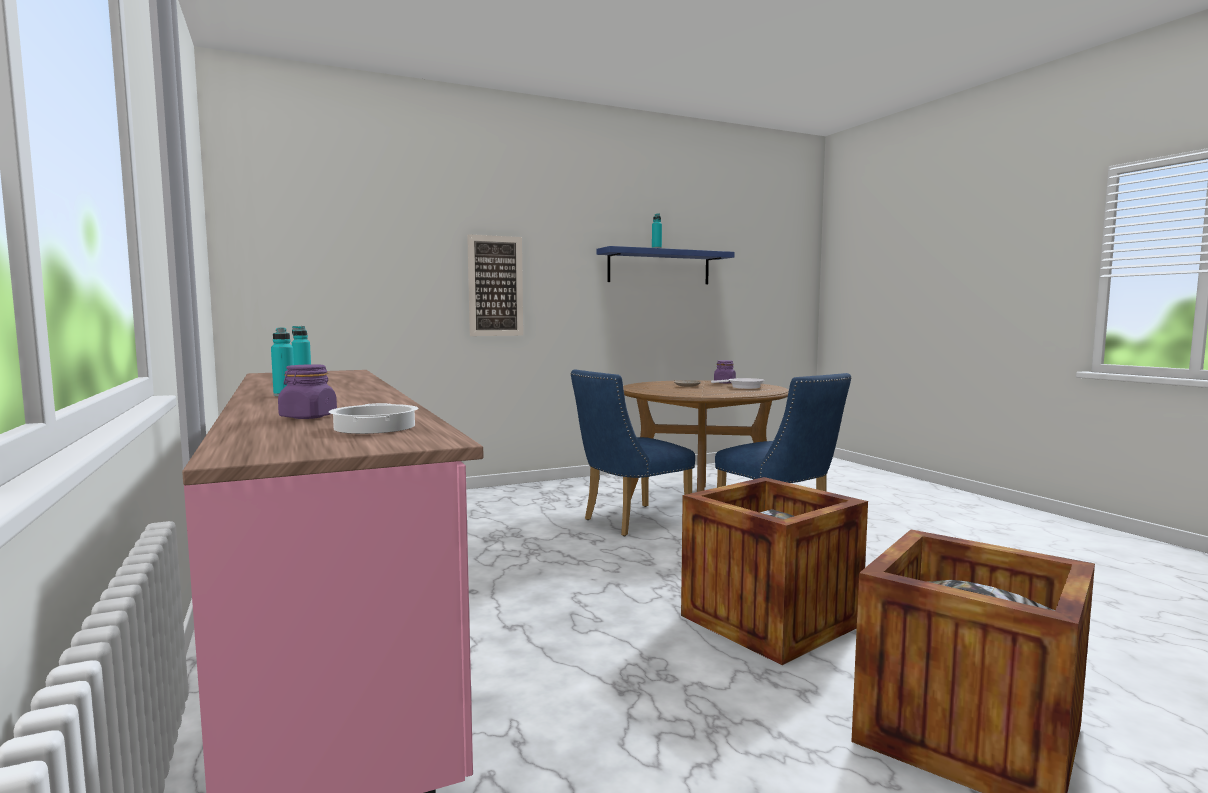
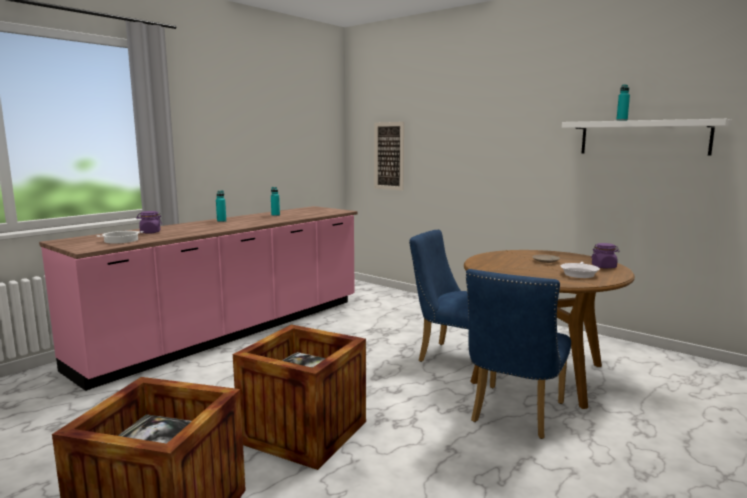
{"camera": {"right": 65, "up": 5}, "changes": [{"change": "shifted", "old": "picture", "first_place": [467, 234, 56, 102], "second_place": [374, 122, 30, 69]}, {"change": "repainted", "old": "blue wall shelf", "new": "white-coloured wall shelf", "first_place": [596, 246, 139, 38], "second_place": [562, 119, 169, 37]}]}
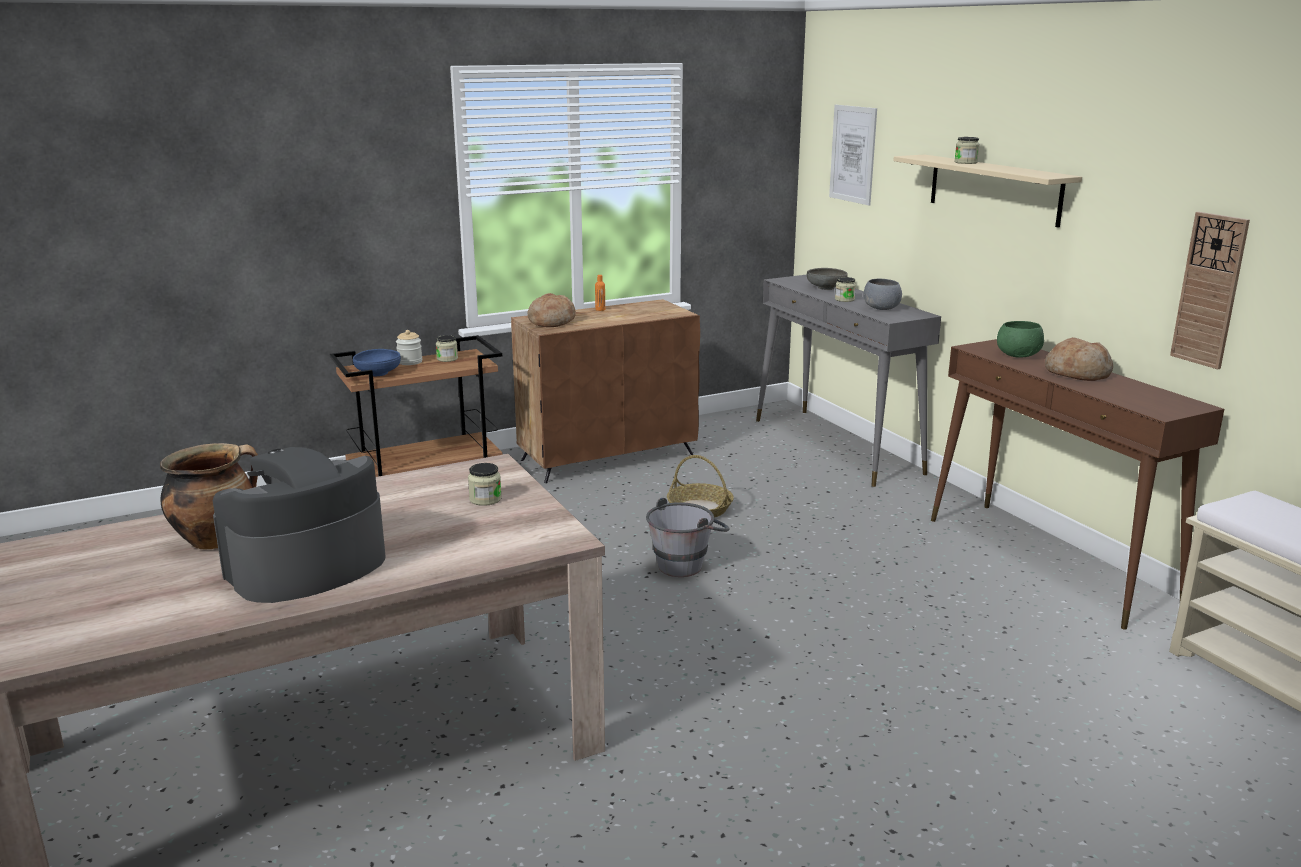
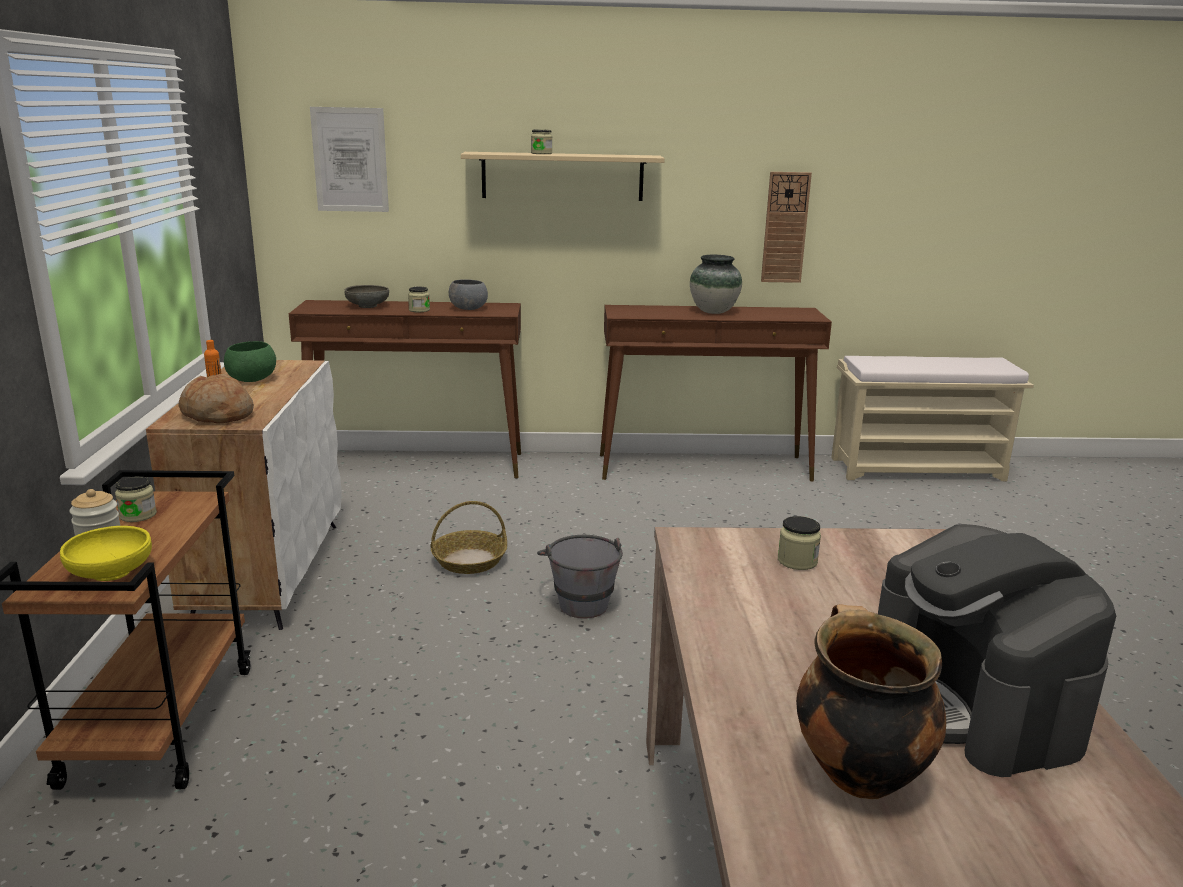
{"camera": {"right": -65, "up": 0}, "changes": [{"change": "shifted", "old": "greenish serving bowl", "first_place": [997, 321, 47, 36], "second_place": [224, 341, 52, 41]}, {"change": "swapped", "old": "baked bread", "new": "decorative vase", "first_place": [1045, 337, 68, 44], "second_place": [690, 255, 52, 59]}, {"change": "repainted", "old": "blue serving bowl", "new": "yellowish serving bowl", "first_place": [353, 349, 48, 27], "second_place": [60, 526, 92, 55]}, {"change": "repainted", "old": "brownish cabinet", "new": "white-coloured cabinet", "first_place": [511, 299, 189, 184], "second_place": [146, 360, 196, 270]}, {"change": "repainted", "old": "grey hall table", "new": "brownish hall table", "first_place": [756, 275, 185, 212], "second_place": [289, 300, 232, 178]}]}
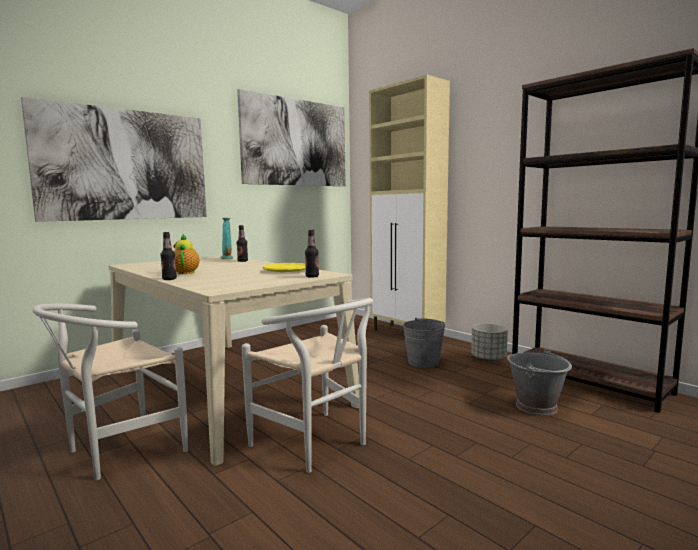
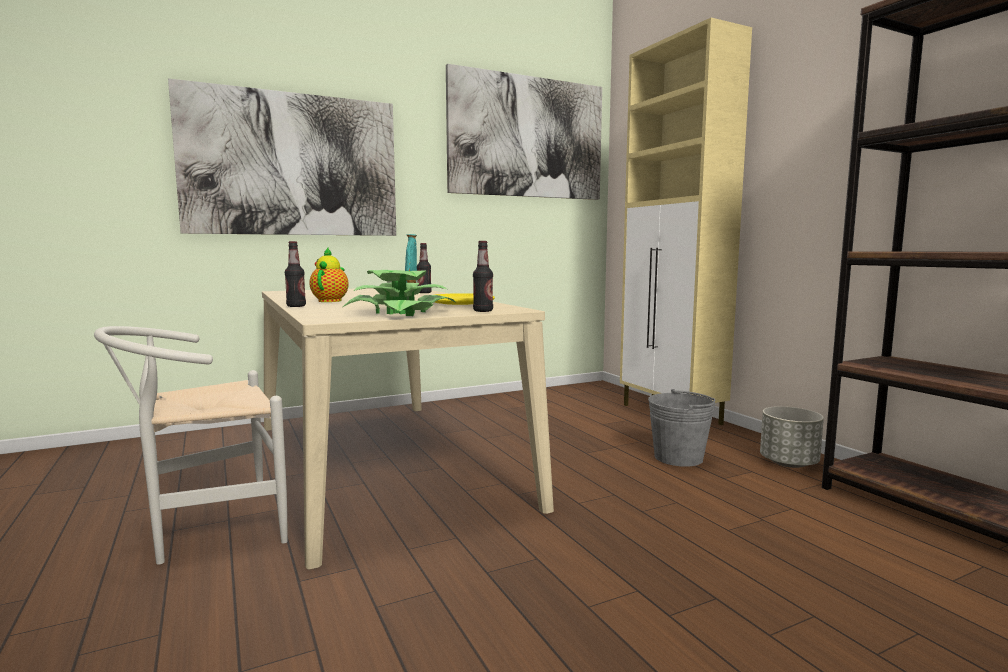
{"camera": {"right": 15, "up": 0}, "changes": [{"change": "gone", "old": "white-coloured plain chair", "first_place": [242, 298, 131, 175]}, {"change": "gone", "old": "grey pail", "first_place": [507, 348, 65, 68]}, {"change": "new", "new": "potted plant", "second_place": [343, 270, 113, 46]}]}
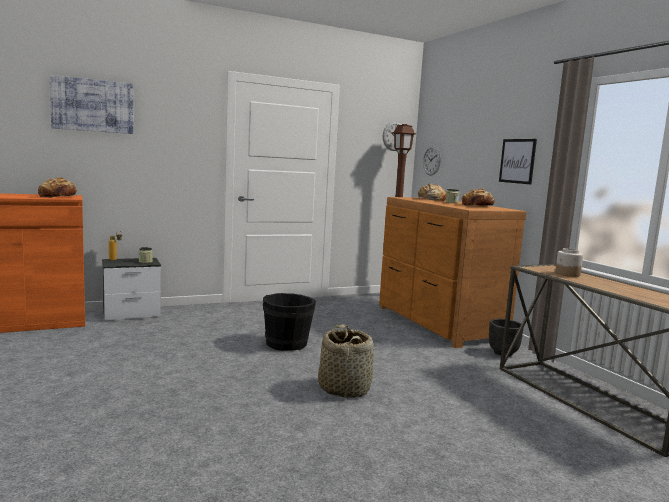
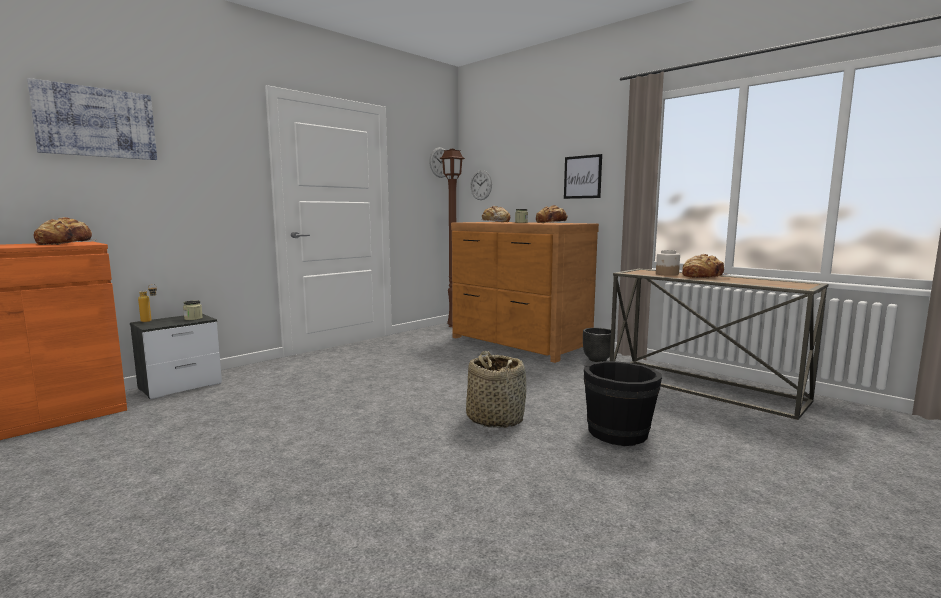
{"camera": {"right": -20, "up": 0}, "changes": [{"change": "new", "new": "baked bread", "second_place": [682, 254, 48, 25]}, {"change": "shifted", "old": "black-coloured pail", "first_place": [263, 293, 53, 58], "second_place": [584, 361, 78, 85]}]}
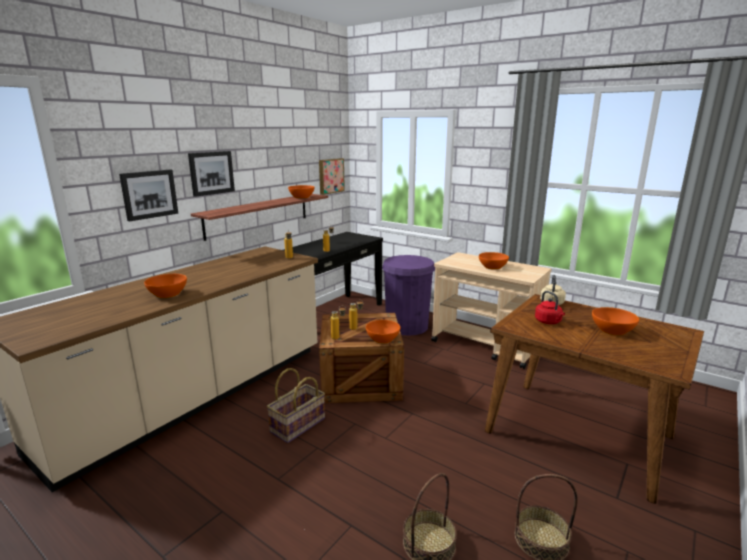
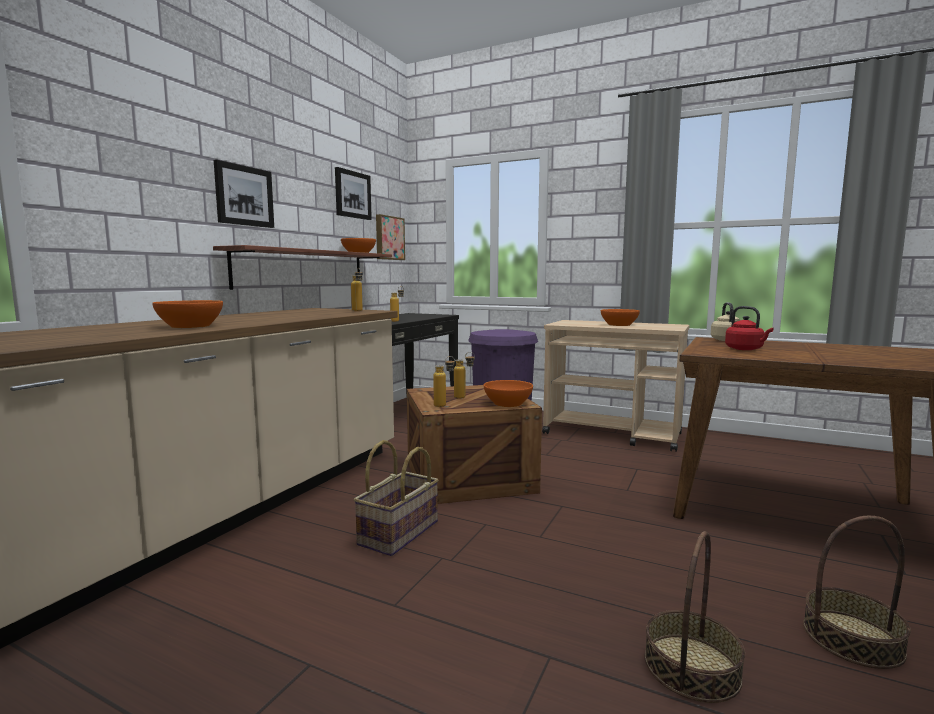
{"camera": {"right": -10, "up": -10}, "changes": [{"change": "gone", "old": "orange-coloured serving bowl", "first_place": [592, 307, 47, 28]}, {"change": "shifted", "old": "picture", "first_place": [119, 170, 59, 51], "second_place": [335, 167, 37, 53]}]}
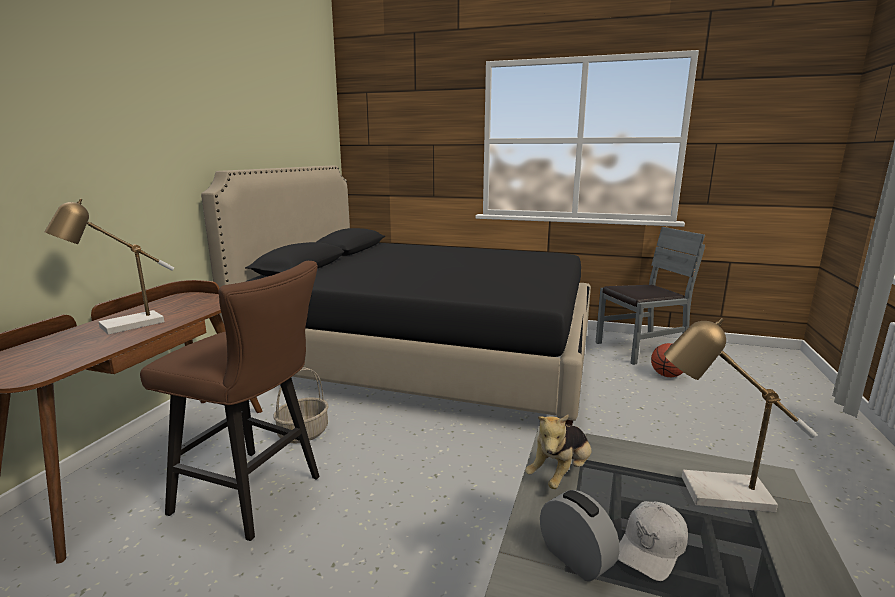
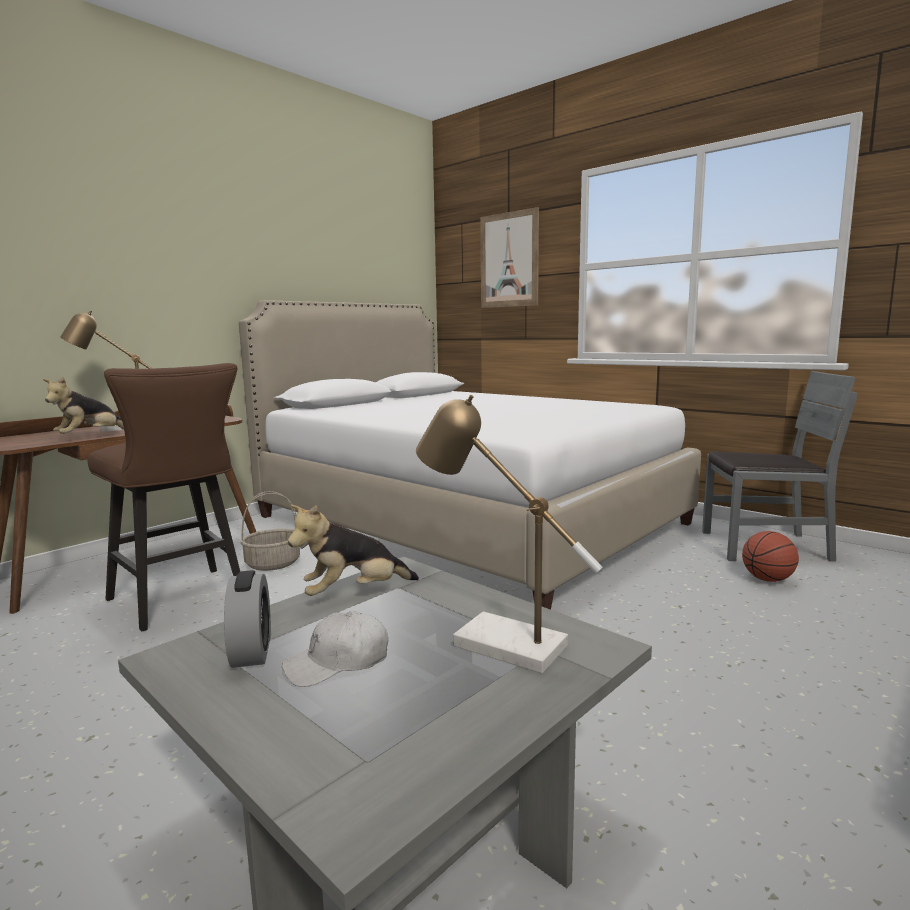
{"camera": {"right": 25, "up": -5}, "changes": [{"change": "new", "new": "plush toy", "second_place": [43, 377, 81, 57]}, {"change": "new", "new": "picture", "second_place": [480, 207, 59, 101]}, {"change": "repainted", "old": "black-coloured sleeping bed", "new": "white-coloured sleeping bed", "first_place": [201, 166, 390, 259], "second_place": [239, 300, 462, 310]}]}
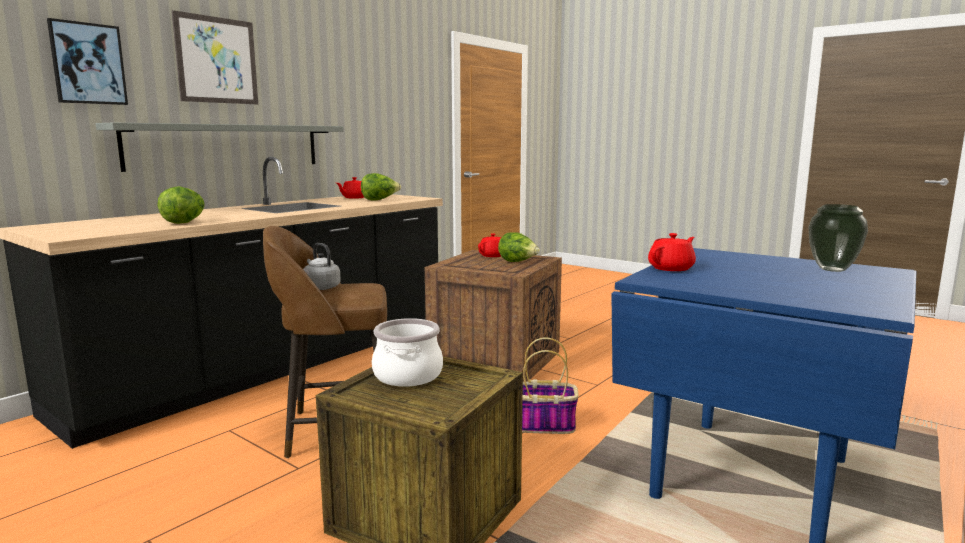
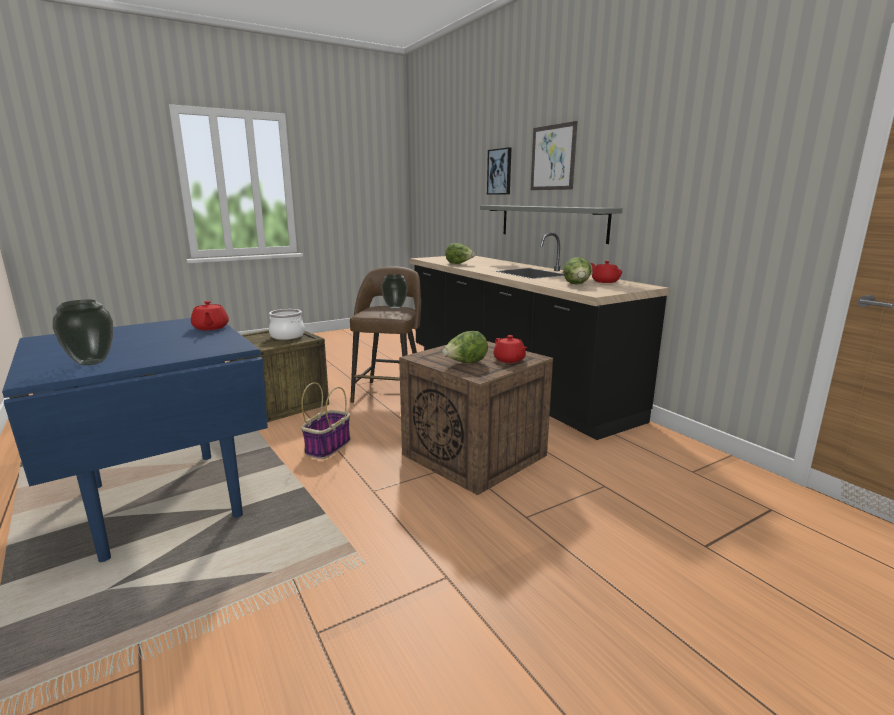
{"camera": {"right": 110, "up": 5}, "changes": [{"change": "swapped", "old": "grey water kettle", "new": "decorative vase", "first_place": [303, 243, 38, 47], "second_place": [381, 274, 27, 35]}]}
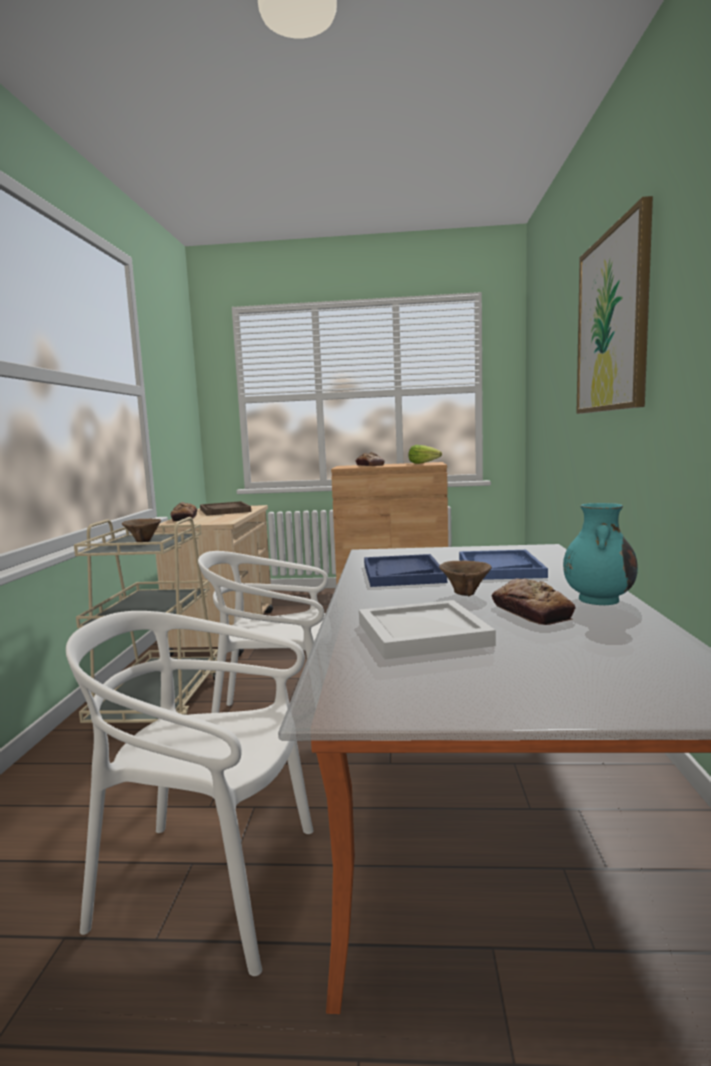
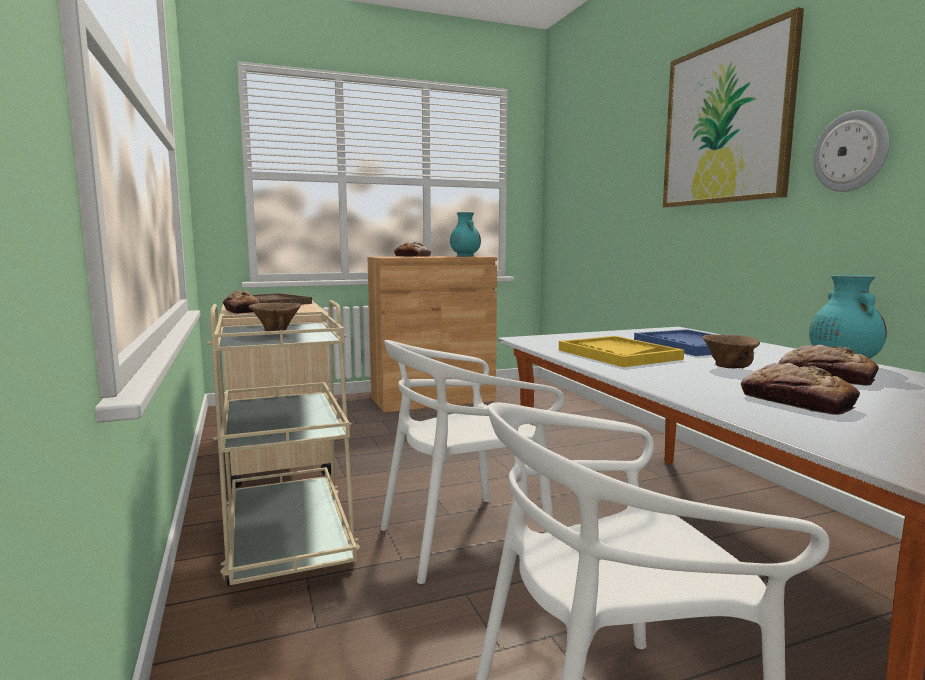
{"camera": {"right": -25, "up": 0}, "changes": [{"change": "new", "new": "clock on the wall", "second_place": [813, 110, 77, 82]}, {"change": "swapped", "old": "white-coloured tray", "new": "baked bread", "first_place": [359, 600, 137, 59], "second_place": [741, 363, 119, 52]}, {"change": "swapped", "old": "head of lettuce", "new": "blue-green decorative vase", "first_place": [409, 445, 33, 19], "second_place": [450, 212, 31, 45]}, {"change": "repainted", "old": "blue tray", "new": "yellowish tray", "first_place": [364, 554, 83, 33], "second_place": [559, 336, 125, 31]}]}
